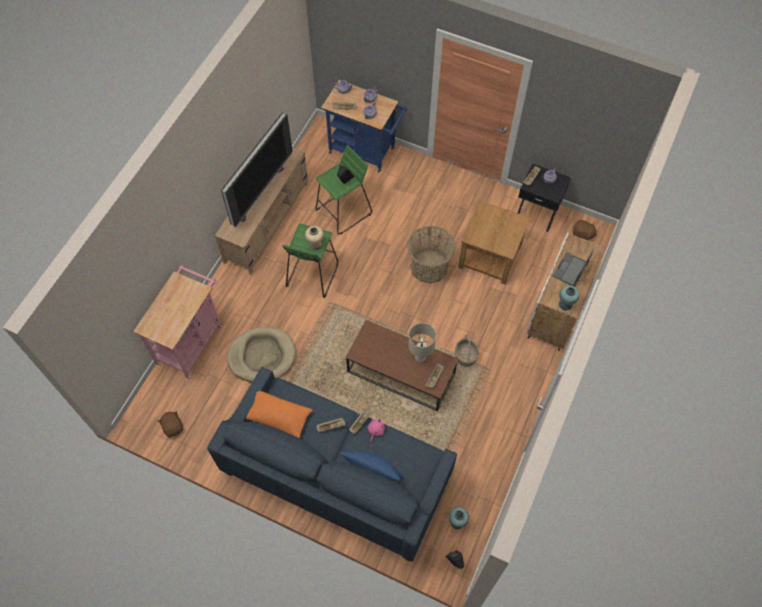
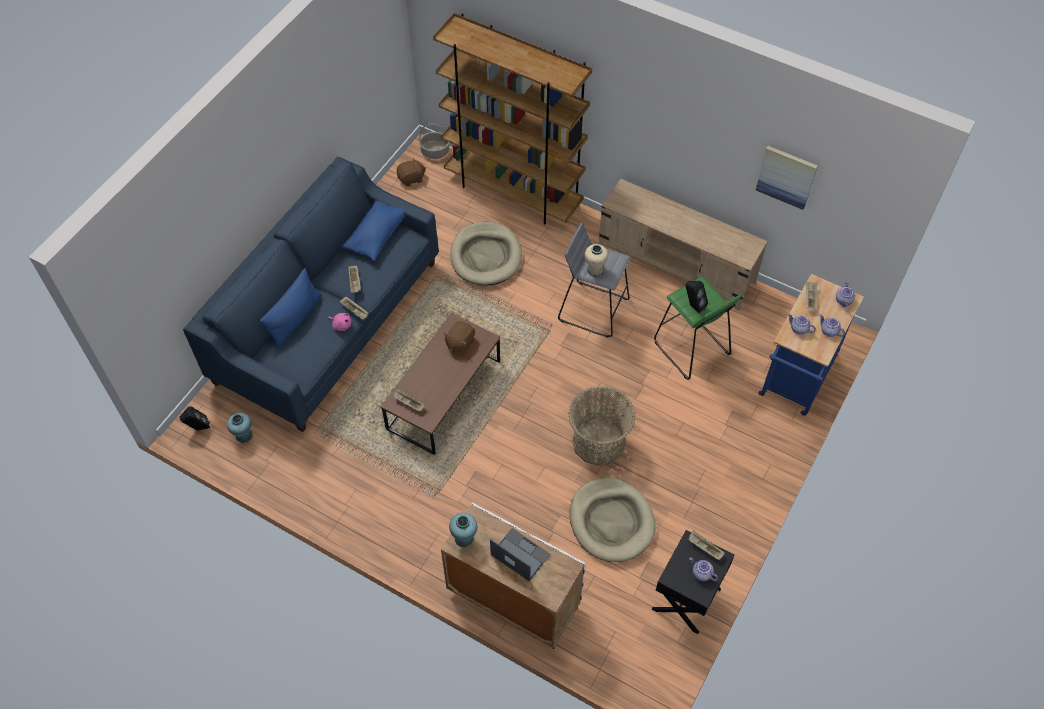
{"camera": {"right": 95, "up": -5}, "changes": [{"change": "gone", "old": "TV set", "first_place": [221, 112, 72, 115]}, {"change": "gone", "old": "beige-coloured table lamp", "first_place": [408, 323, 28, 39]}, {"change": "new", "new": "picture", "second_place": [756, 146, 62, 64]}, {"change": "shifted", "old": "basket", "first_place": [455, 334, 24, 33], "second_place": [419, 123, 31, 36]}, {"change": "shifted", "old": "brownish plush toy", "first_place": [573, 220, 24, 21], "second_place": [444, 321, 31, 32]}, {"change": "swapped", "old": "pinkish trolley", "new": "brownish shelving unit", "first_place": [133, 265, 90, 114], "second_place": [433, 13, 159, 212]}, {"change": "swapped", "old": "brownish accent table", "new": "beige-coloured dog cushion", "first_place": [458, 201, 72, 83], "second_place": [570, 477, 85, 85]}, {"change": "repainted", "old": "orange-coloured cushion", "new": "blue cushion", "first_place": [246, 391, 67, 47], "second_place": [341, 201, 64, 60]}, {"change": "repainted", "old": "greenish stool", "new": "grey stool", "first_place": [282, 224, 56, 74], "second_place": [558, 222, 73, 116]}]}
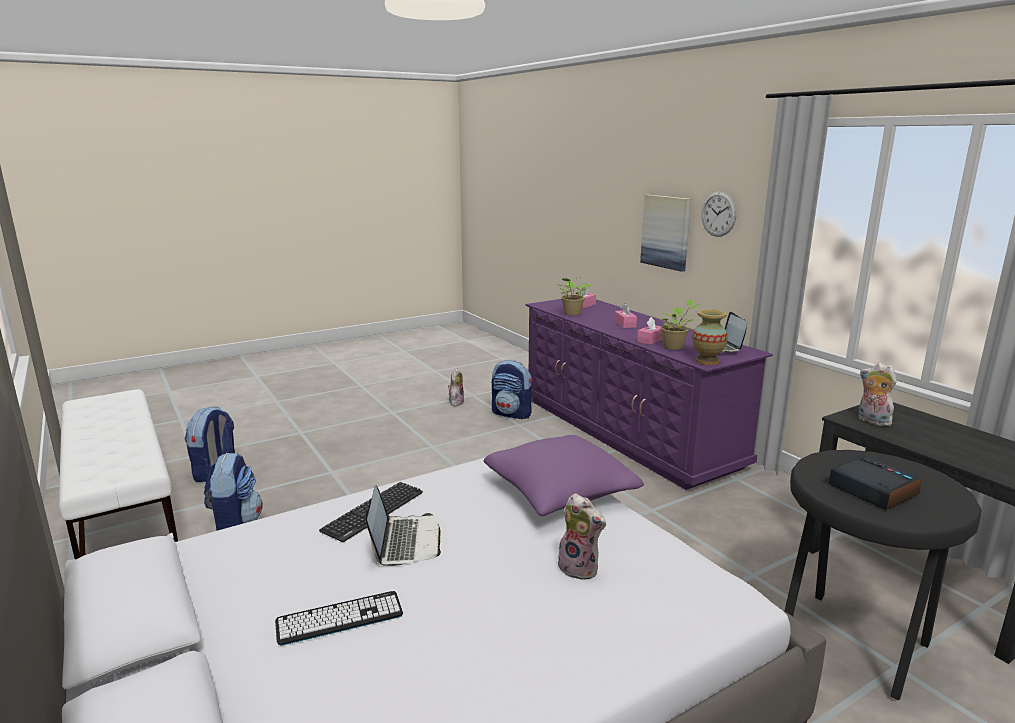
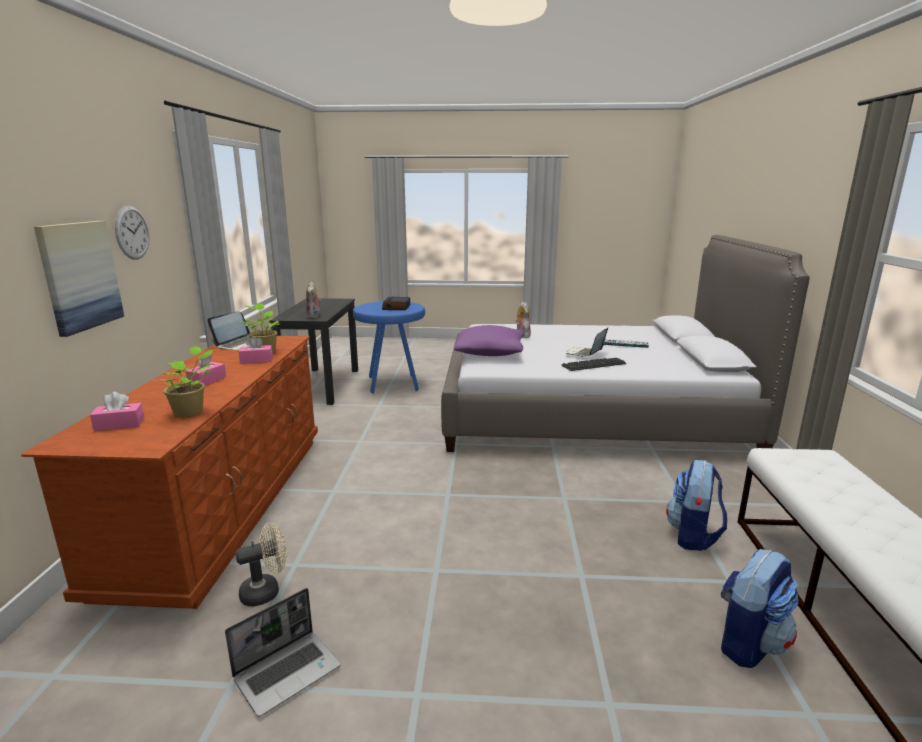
{"camera": {"right": -145, "up": 0}, "changes": [{"change": "gone", "old": "decorative vase", "first_place": [692, 309, 35, 56]}, {"change": "swapped", "old": "plush toy", "new": "notebook computer", "first_place": [448, 368, 16, 38], "second_place": [225, 588, 116, 129]}, {"change": "swapped", "old": "rucksack", "new": "beige-coloured electric fan", "first_place": [492, 360, 41, 60], "second_place": [235, 522, 52, 84]}, {"change": "repainted", "old": "purple drawer chest", "new": "brownish drawer chest", "first_place": [525, 299, 248, 191], "second_place": [21, 336, 297, 273]}, {"change": "repainted", "old": "black-coloured stool", "new": "blue stool", "first_place": [785, 450, 197, 250], "second_place": [353, 301, 72, 93]}]}
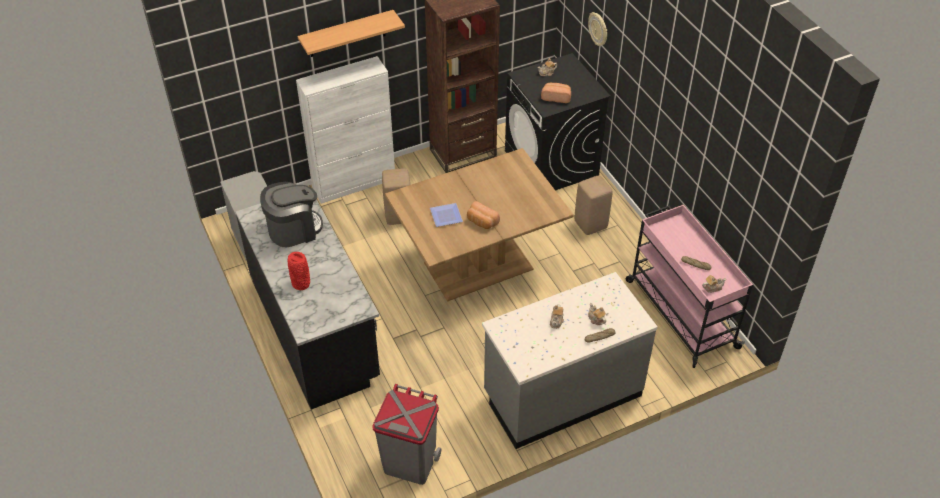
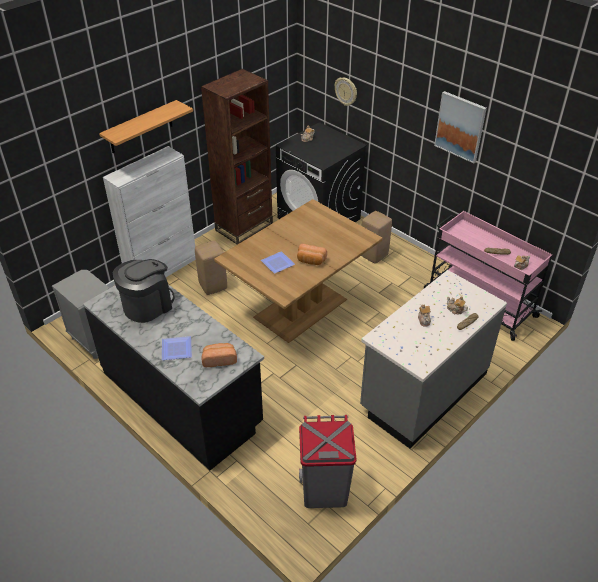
{"camera": {"right": -20, "up": -5}, "changes": [{"change": "new", "new": "picture", "second_place": [434, 91, 53, 72]}, {"change": "shifted", "old": "baked bread", "first_place": [541, 83, 30, 20], "second_place": [202, 343, 35, 24]}, {"change": "swapped", "old": "reddish decorative vase", "new": "dinner plate", "first_place": [288, 252, 22, 38], "second_place": [162, 336, 30, 24]}]}
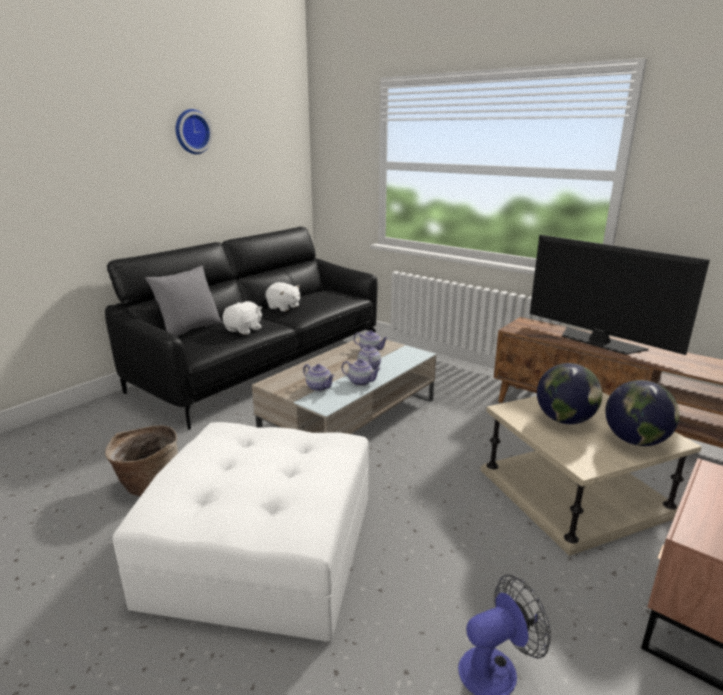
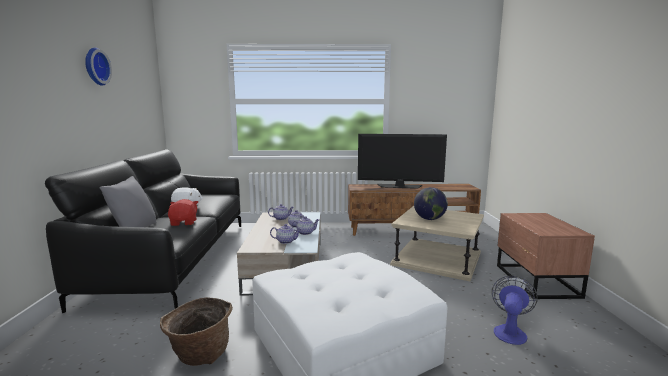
{"camera": {"right": -40, "up": -10}, "changes": [{"change": "gone", "old": "globe", "first_place": [605, 380, 75, 66]}, {"change": "repainted", "old": "white-coloured plush toy", "new": "reddish plush toy", "first_place": [222, 301, 40, 34], "second_place": [168, 199, 30, 27]}]}
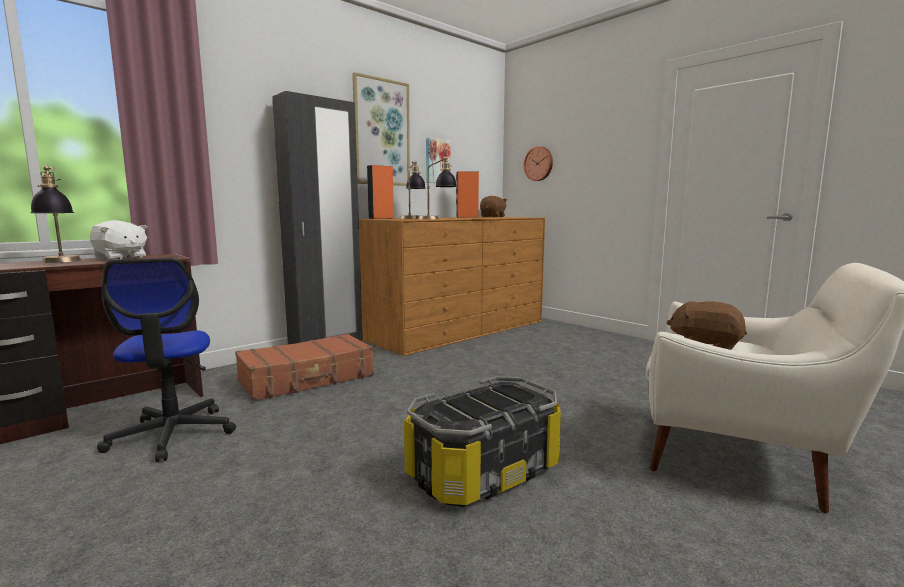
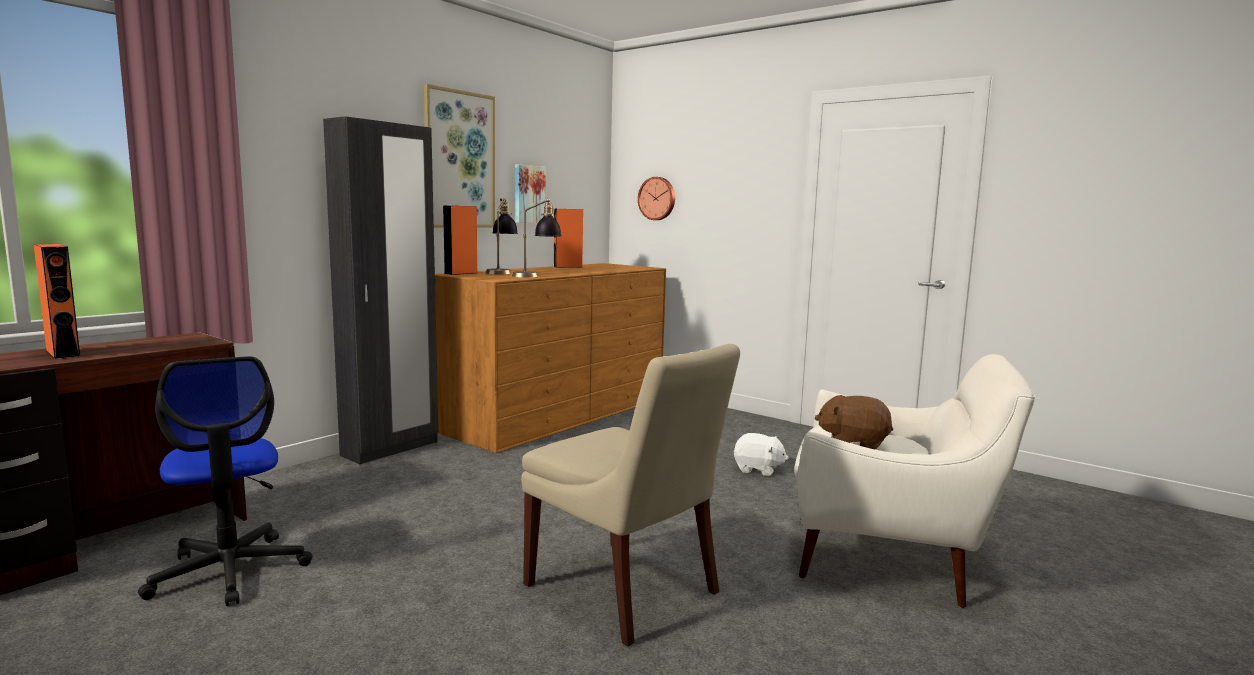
{"camera": {"right": -10, "up": 0}, "changes": [{"change": "gone", "old": "brownish travel case", "first_place": [235, 334, 139, 67]}, {"change": "gone", "old": "brownish plush toy", "first_place": [480, 196, 27, 21]}, {"change": "shifted", "old": "white-coloured plush toy", "first_place": [90, 220, 58, 40], "second_place": [734, 433, 55, 43]}, {"change": "swapped", "old": "table lamp", "new": "orange-coloured loudspeaker", "first_place": [30, 165, 51, 98], "second_place": [34, 244, 47, 115]}, {"change": "swapped", "old": "storage box", "new": "beige-coloured plain chair", "first_place": [404, 376, 157, 131], "second_place": [521, 344, 219, 303]}]}
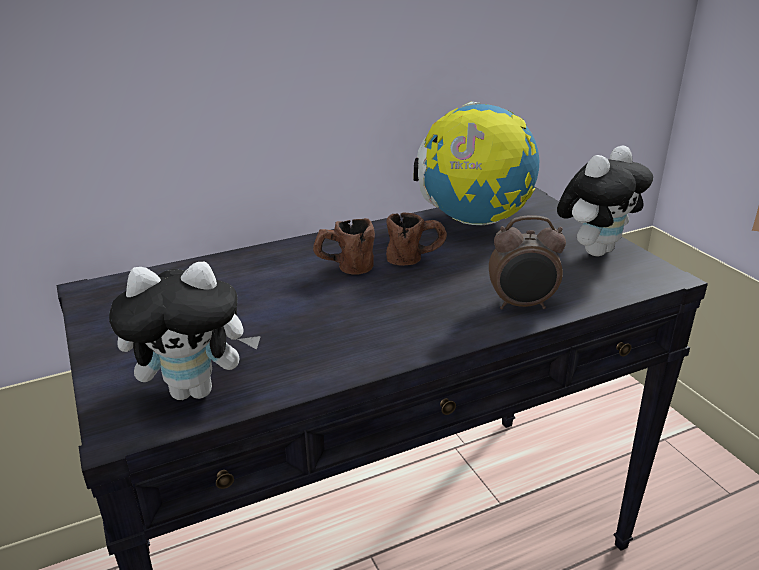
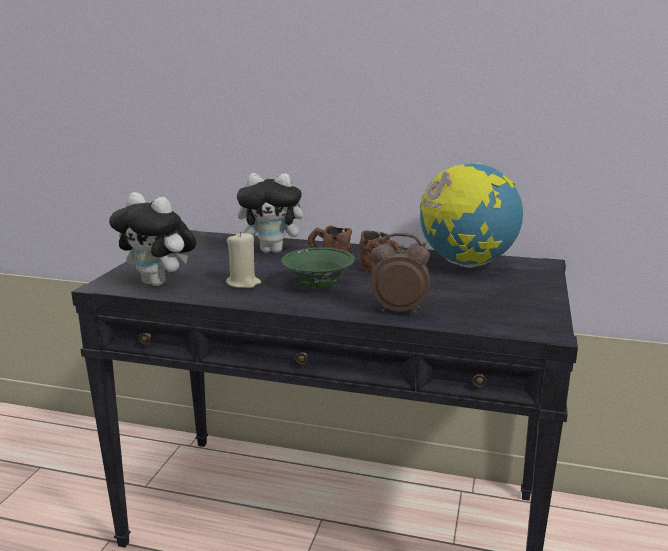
{"camera": {"right": 40, "up": -10}, "changes": [{"change": "new", "new": "beige-coloured candle", "second_place": [226, 231, 35, 57]}, {"change": "new", "new": "greenish serving bowl", "second_place": [281, 247, 74, 41]}, {"change": "shifted", "old": "plush toy", "first_place": [557, 146, 96, 110], "second_place": [237, 173, 75, 80]}, {"change": "rotated", "old": "table clock", "first_place": [489, 215, 77, 94], "second_place": [371, 233, 59, 80], "degrees": 150}]}
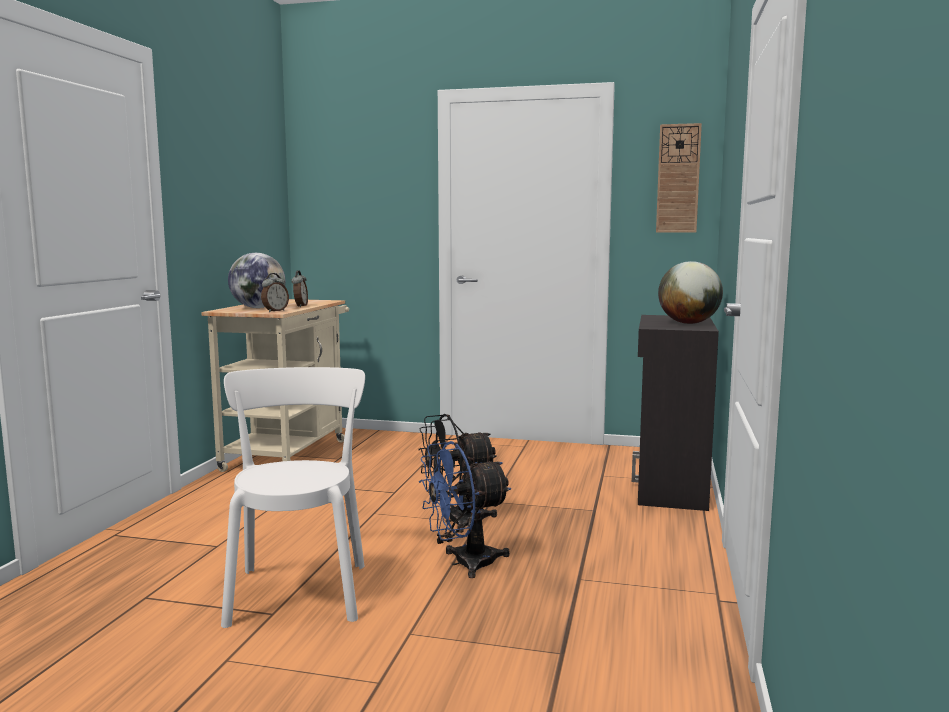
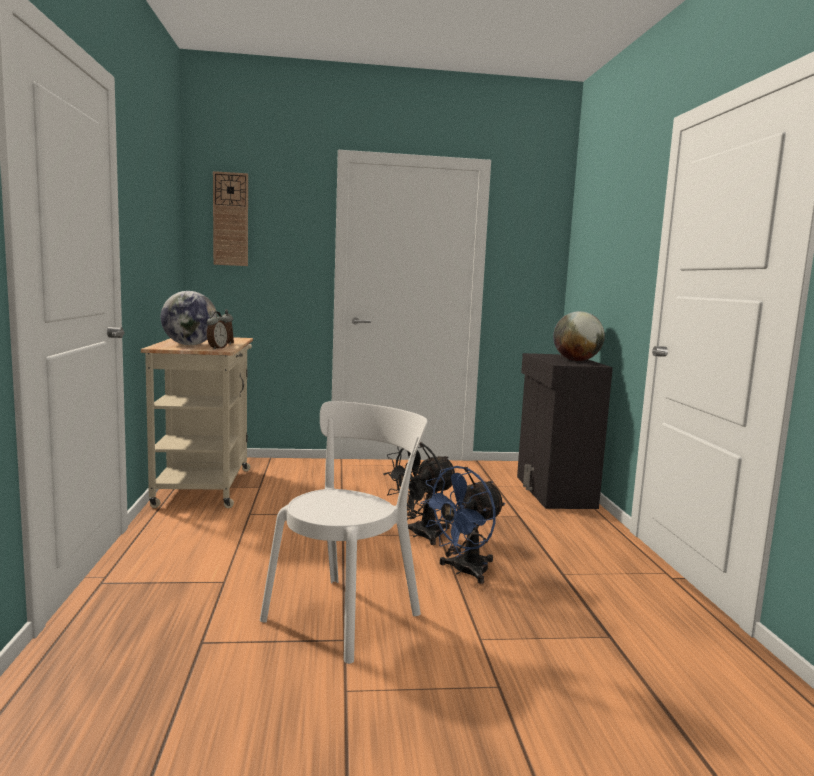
{"camera": {"right": -20, "up": 0}, "changes": [{"change": "shifted", "old": "clock on the wall", "first_place": [656, 123, 46, 110], "second_place": [213, 171, 35, 95]}, {"change": "rotated", "old": "white-coloured plain chair", "first_place": [221, 367, 144, 261], "second_place": [260, 401, 167, 263], "degrees": 60}]}
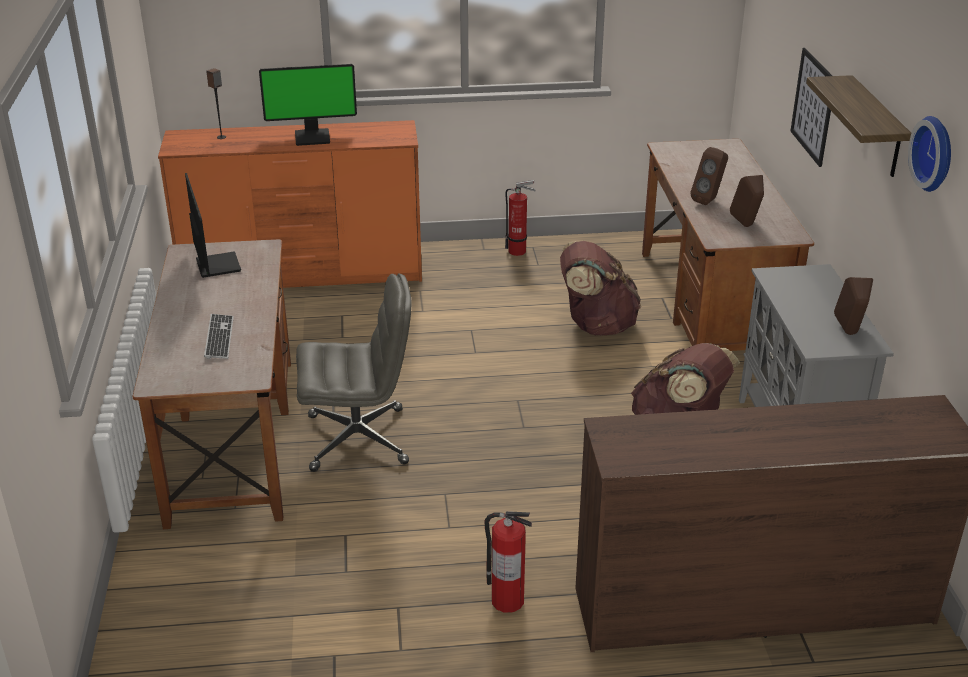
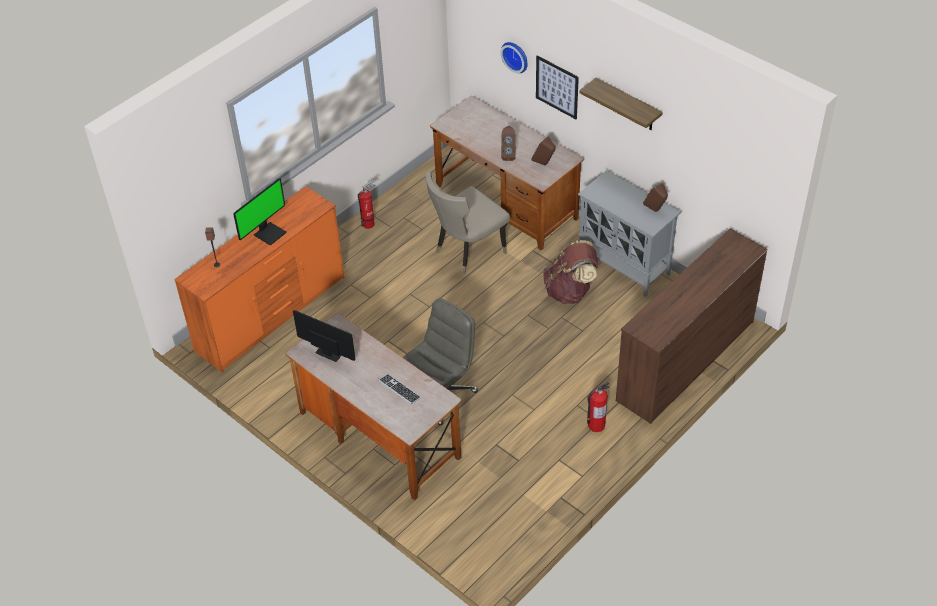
{"camera": {"right": -40, "up": 15}, "changes": [{"change": "shifted", "old": "clock on the wall", "first_place": [908, 116, 43, 76], "second_place": [501, 42, 27, 31]}, {"change": "swapped", "old": "brownish rucksack", "new": "beige-coloured plain chair", "first_place": [560, 241, 81, 95], "second_place": [425, 171, 85, 103]}]}
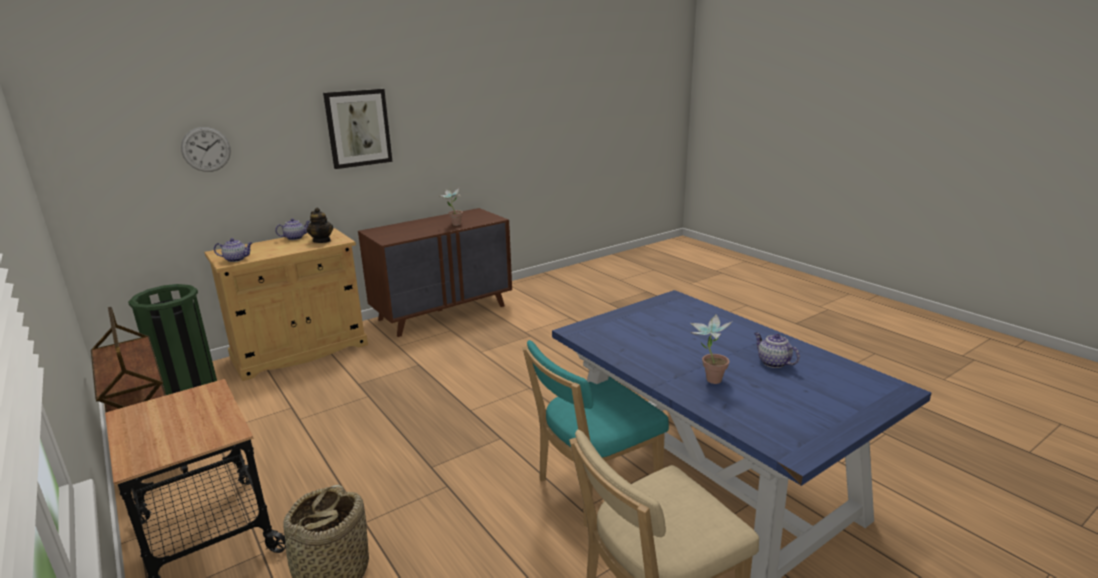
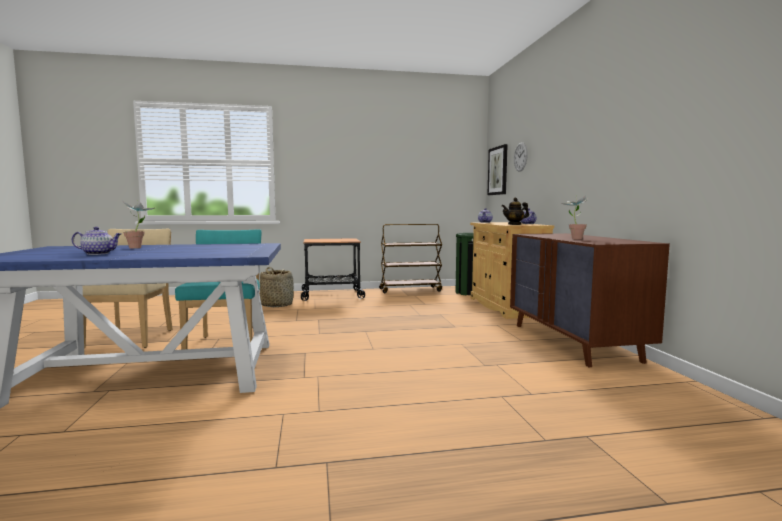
{"camera": {"right": 115, "up": -15}, "changes": [{"change": "shifted", "old": "picture", "first_place": [323, 89, 70, 80], "second_place": [487, 144, 21, 51]}]}
